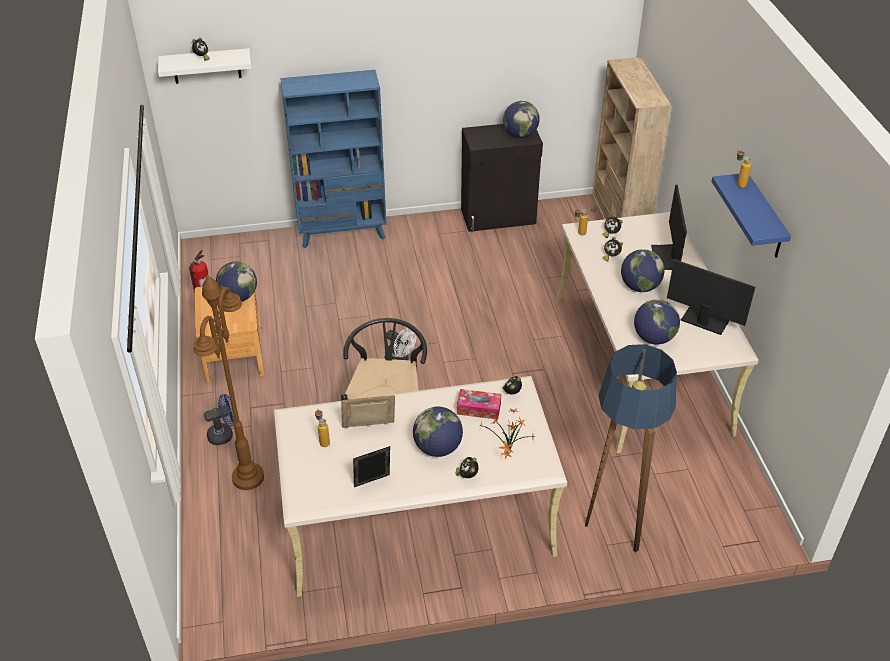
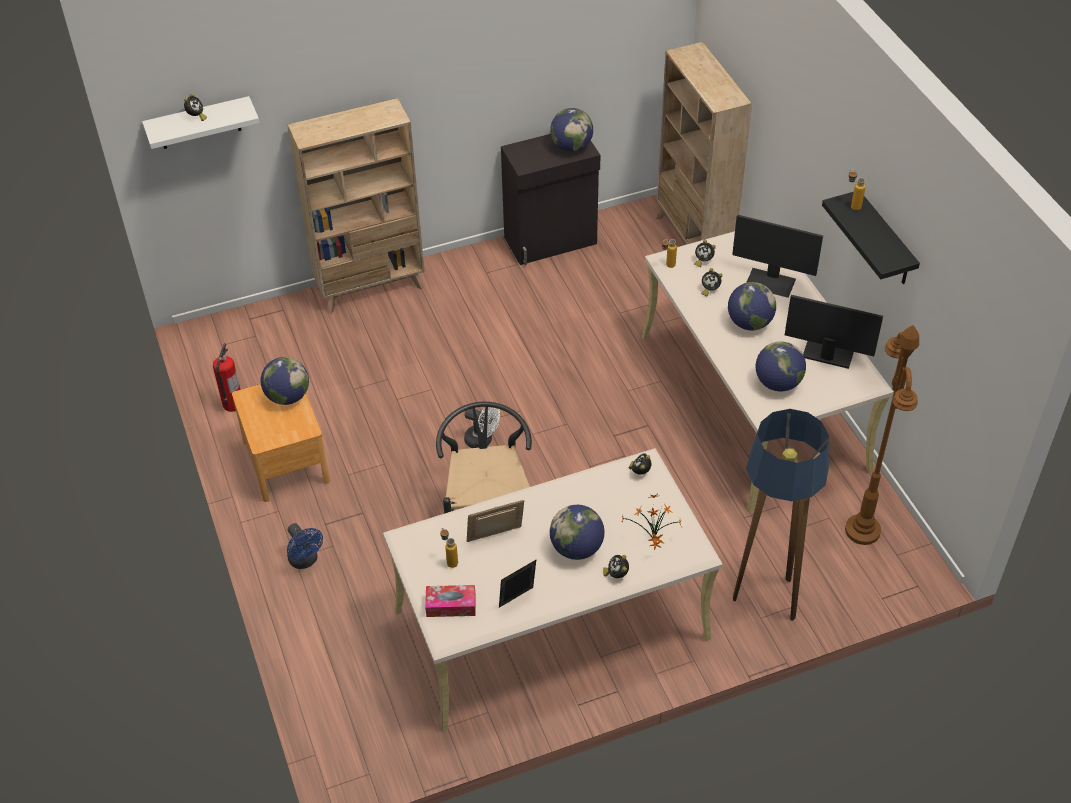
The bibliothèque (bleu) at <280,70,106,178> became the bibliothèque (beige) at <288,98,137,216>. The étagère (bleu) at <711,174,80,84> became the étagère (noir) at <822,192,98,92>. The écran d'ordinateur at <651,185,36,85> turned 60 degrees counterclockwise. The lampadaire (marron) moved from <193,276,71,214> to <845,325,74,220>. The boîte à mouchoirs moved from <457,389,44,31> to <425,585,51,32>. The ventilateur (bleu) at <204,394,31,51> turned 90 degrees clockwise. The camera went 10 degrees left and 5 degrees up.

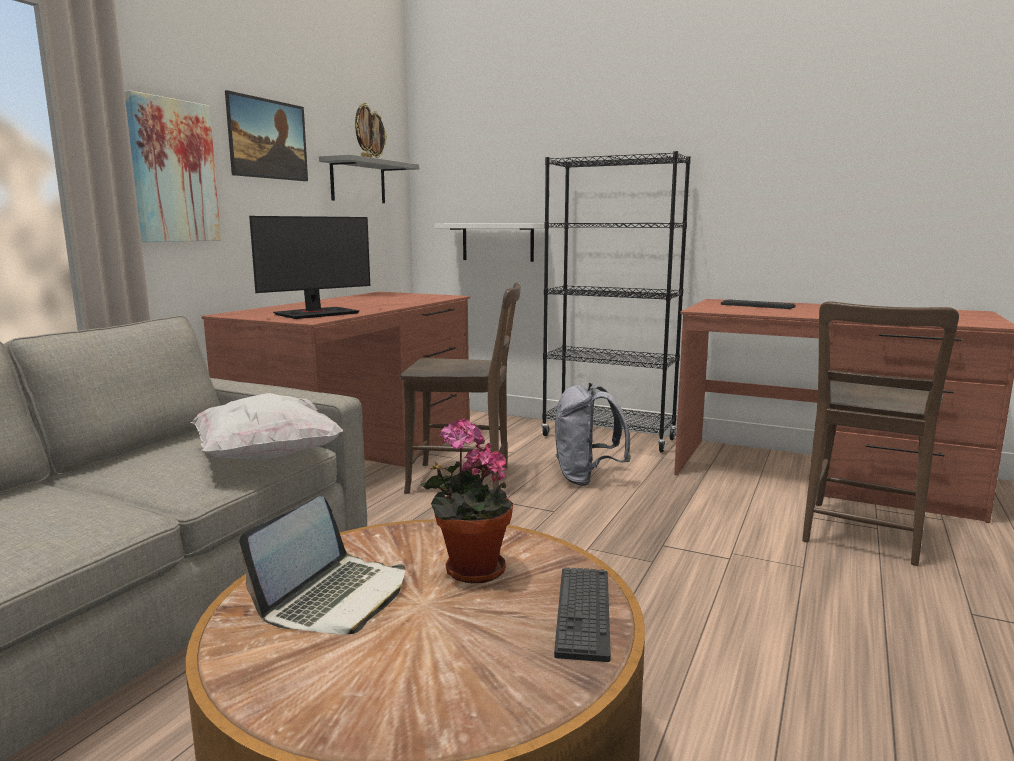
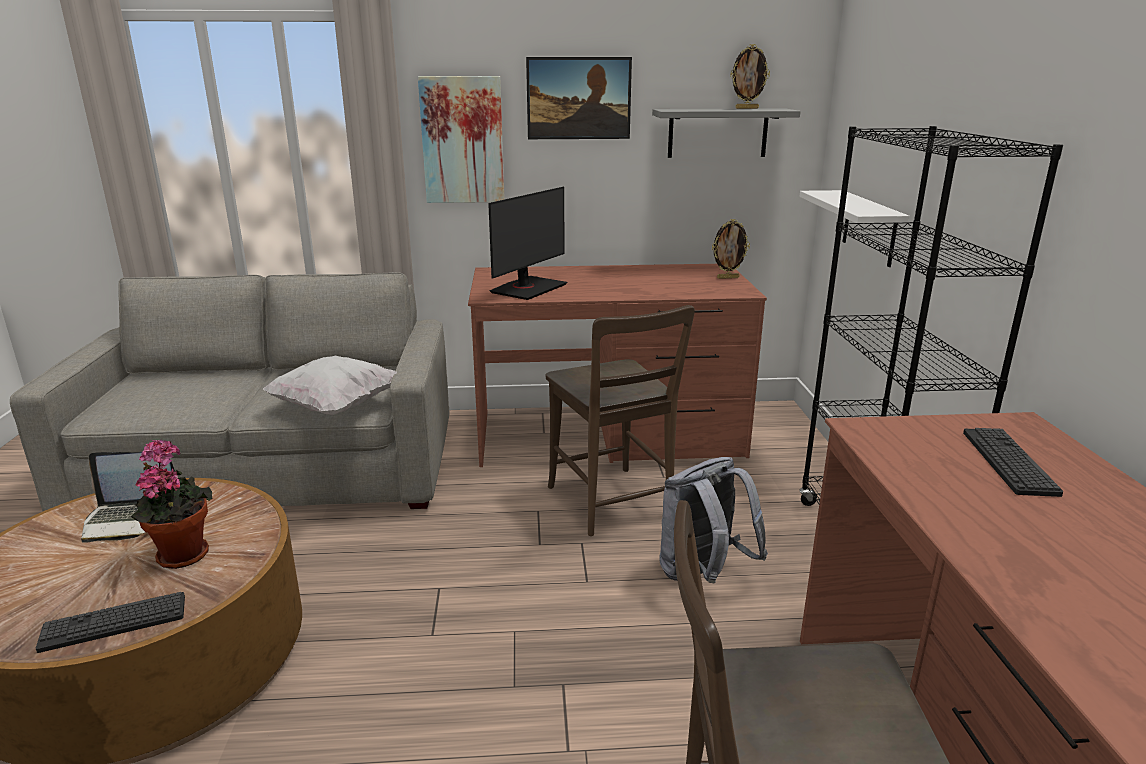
The cadre photo moved from <355,102,21,56> to <712,219,38,60>. The écran d'ordinateur at <249,216,121,103> turned 75 degrees counterclockwise. The camera went 60 degrees right and 10 degrees up.

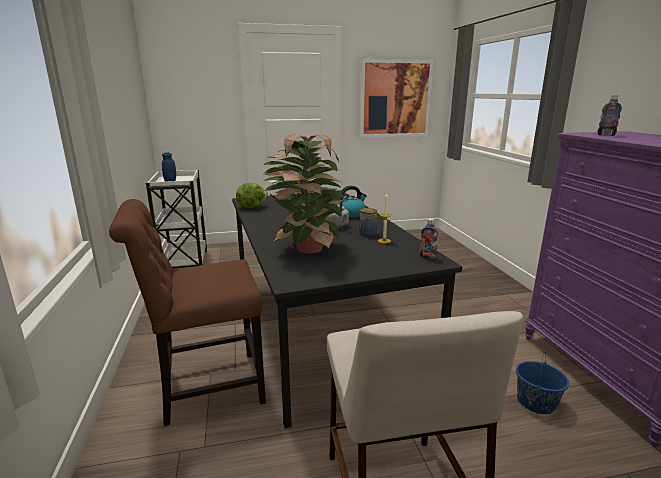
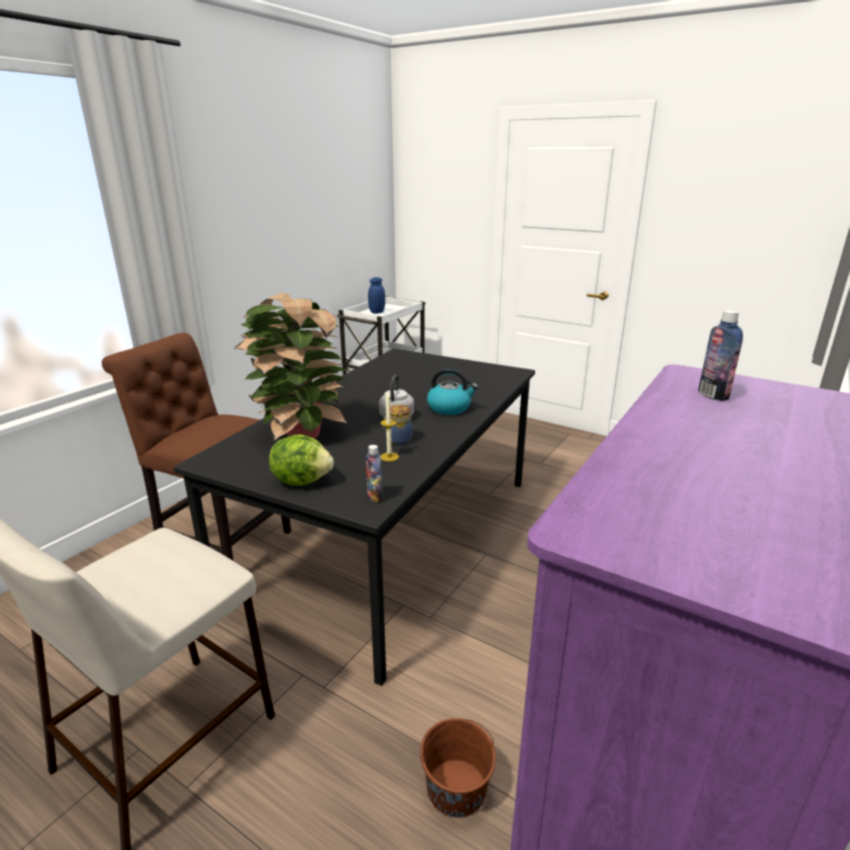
The tableau at <359,59,75,79> disappeared. The laitue moved from <236,183,32,25> to <269,434,65,52>. The seau (bleu) at <516,351,53,63> became the seau (marron) at <420,718,76,100>. The camera went 45 degrees right and 5 degrees up.

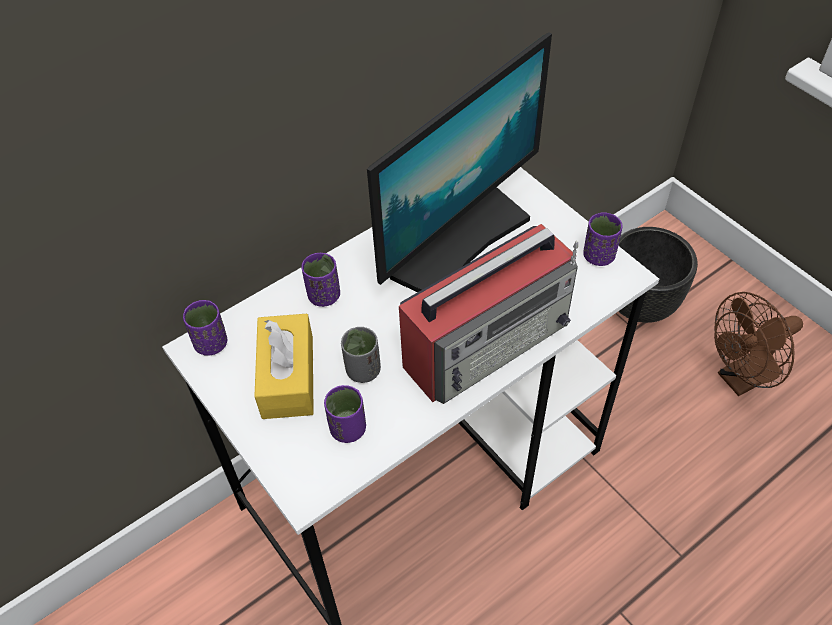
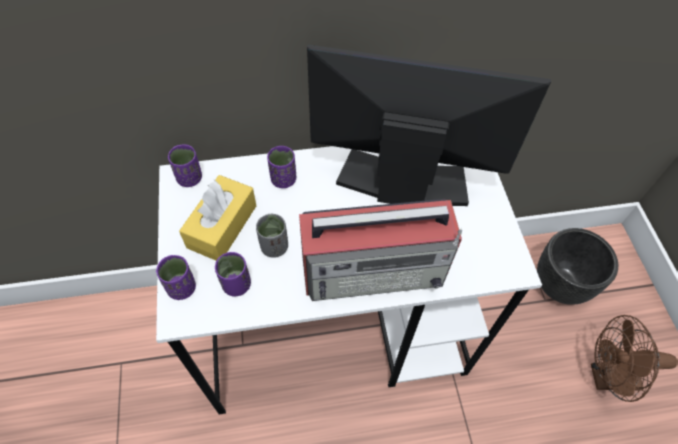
The écran d'ordinateur at <367,32,185,260> turned 150 degrees counterclockwise. The tasse (violet) moved from <583,212,40,54> to <156,255,40,45>. The camera went 25 degrees right and 5 degrees up.

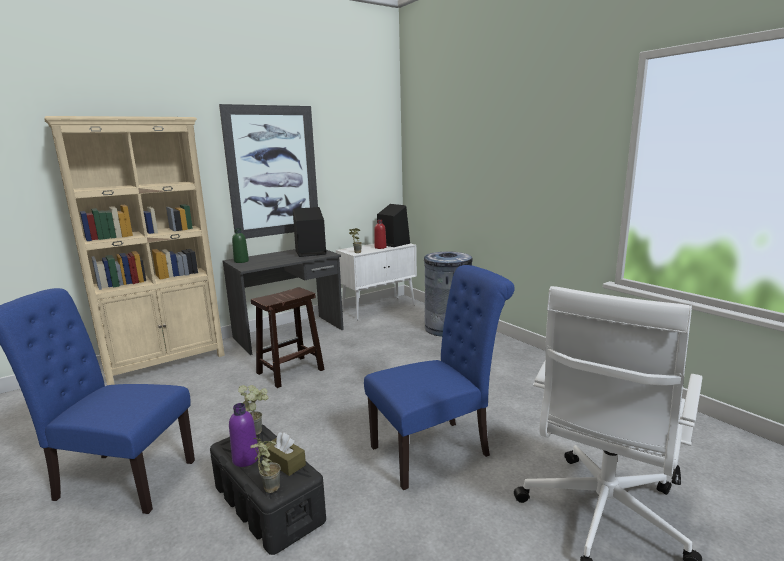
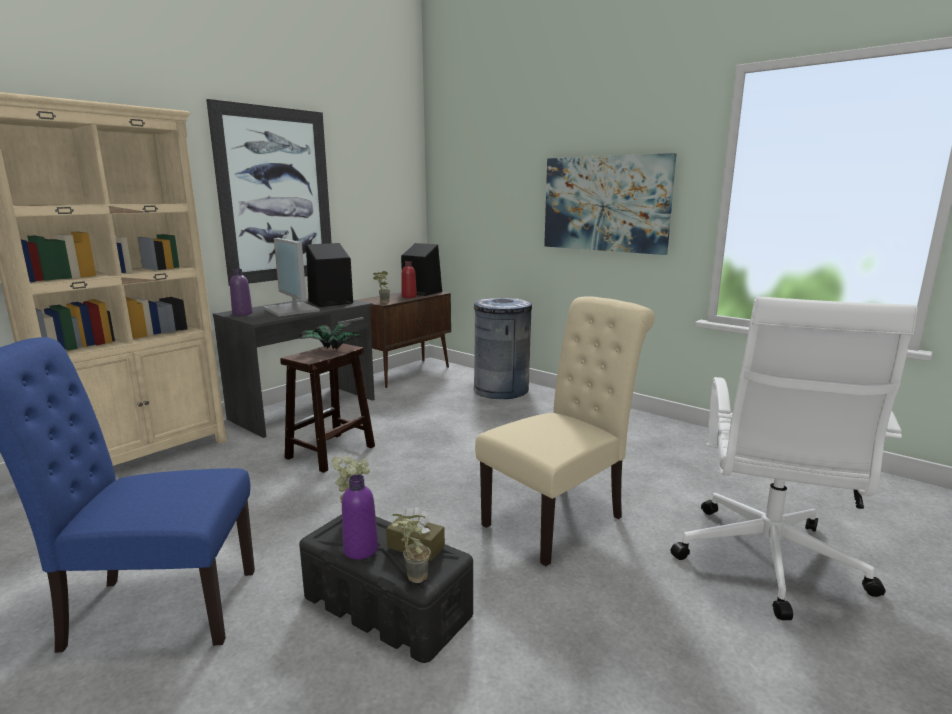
The bouteille (vert) at <232,228,17,35> became the bouteille (violet) at <230,269,23,47>. The meuble de rangement (blanc) at <336,243,81,77> became the meuble de rangement (marron) at <358,292,93,96>. The chaise (bleu) at <364,265,151,225> became the chaise (beige) at <475,297,180,269>. The tableau at <544,153,133,102> appeared. The écran d'ordinateur at <263,238,57,78> appeared. The plante en pot at <300,322,63,28> appeared. The camera went 15 degrees left and 0 degrees up.

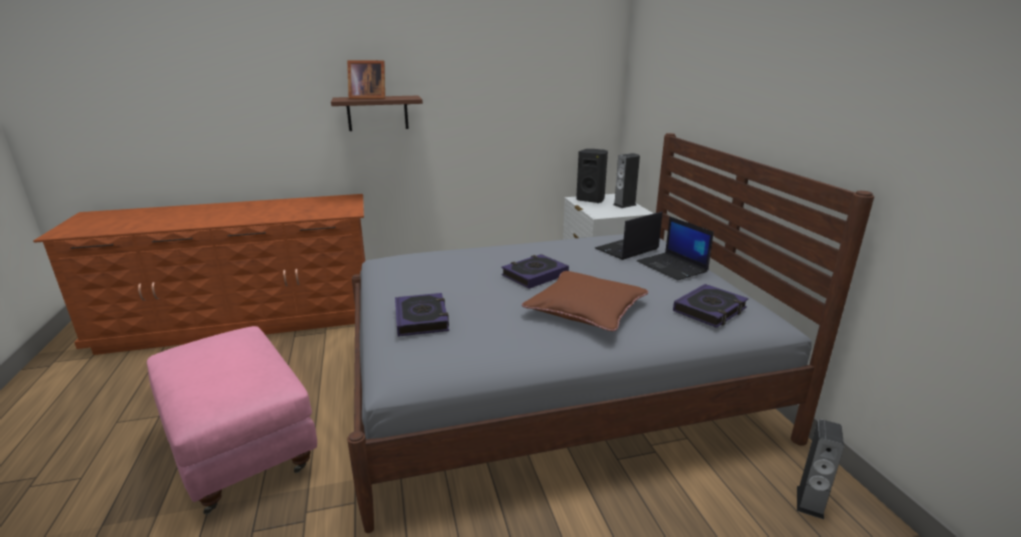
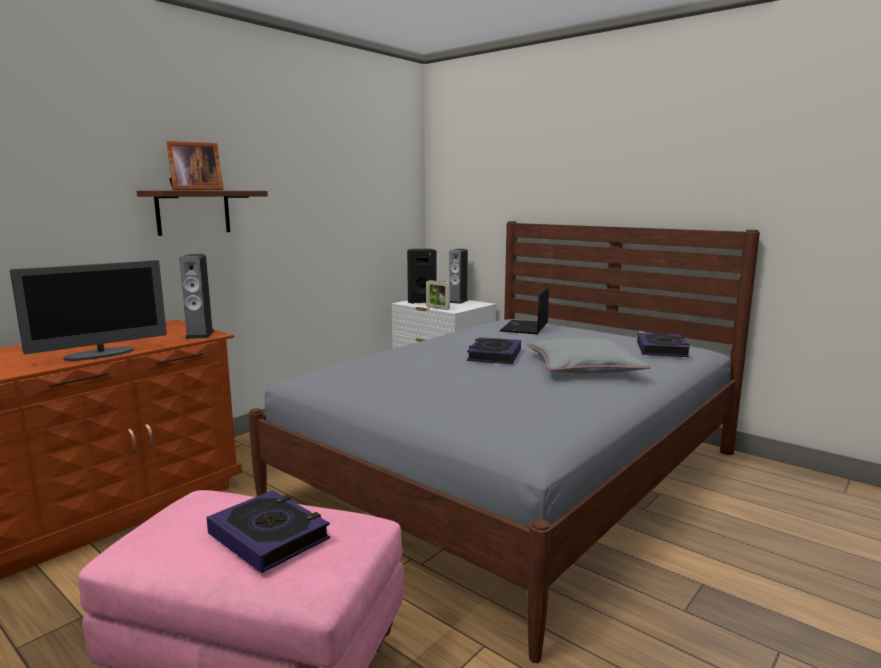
The ordinateur portable at <637,217,77,63> disappeared. The coussin (marron) at <522,271,126,60> became the coussin (gris) at <527,338,124,35>. The livre moved from <395,293,54,43> to <206,490,124,83>. The enceinte moved from <797,419,47,100> to <180,254,34,85>. The écran d'ordinateur at <10,260,157,101> appeared. The cadre photo at <426,280,24,30> appeared. The camera went 35 degrees left and 10 degrees down.

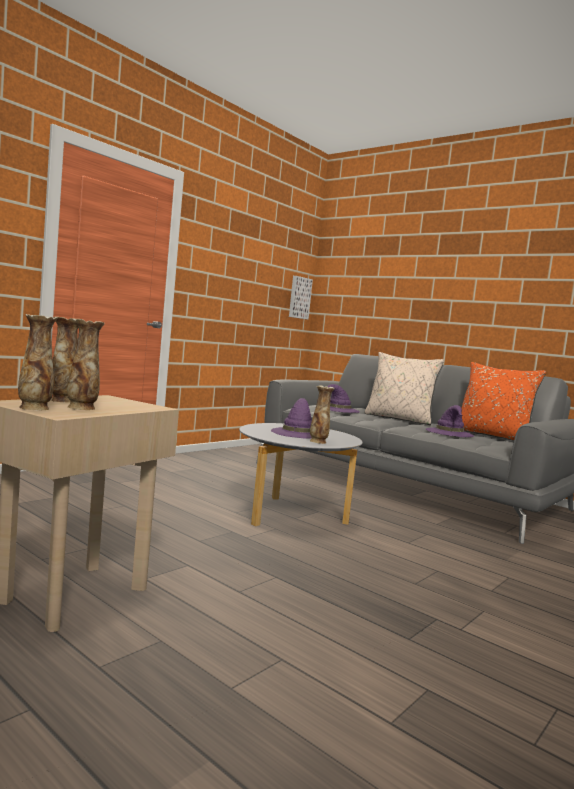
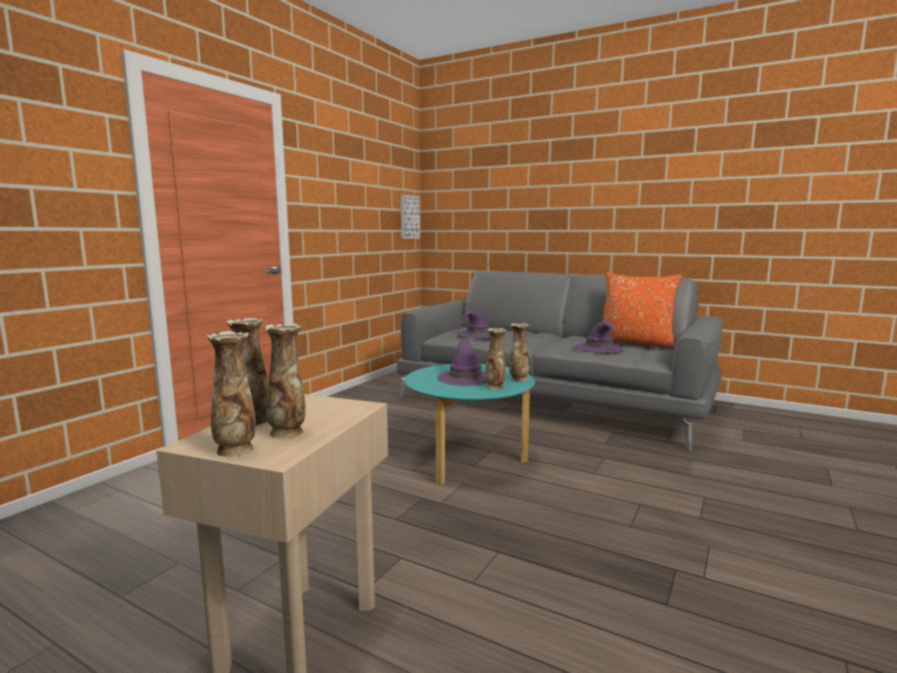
The coussin (beige) at <365,352,79,73> disappeared. The table basse (gris) at <239,423,124,103> became the table basse (turquoise) at <404,364,131,121>. The vase at <509,323,20,59> appeared. The camera went 10 degrees left and 5 degrees up.

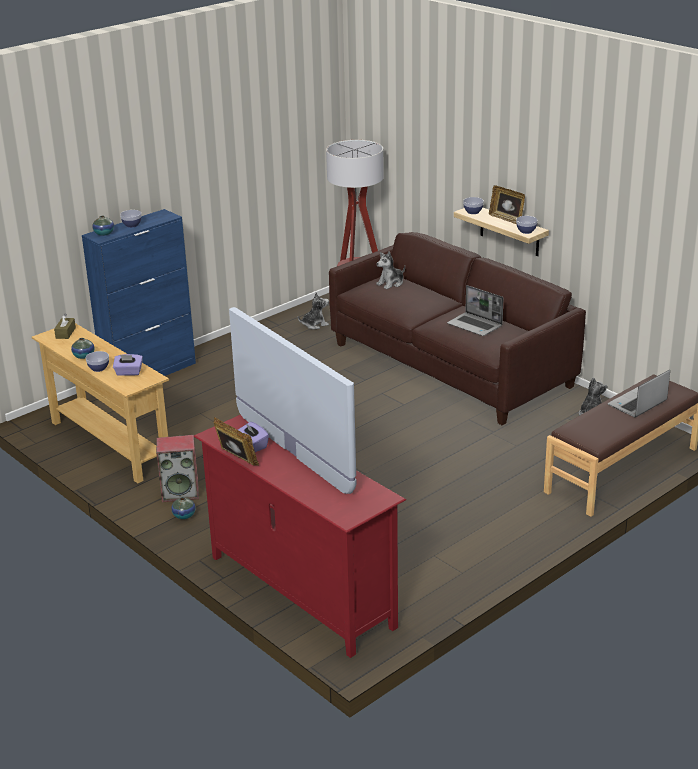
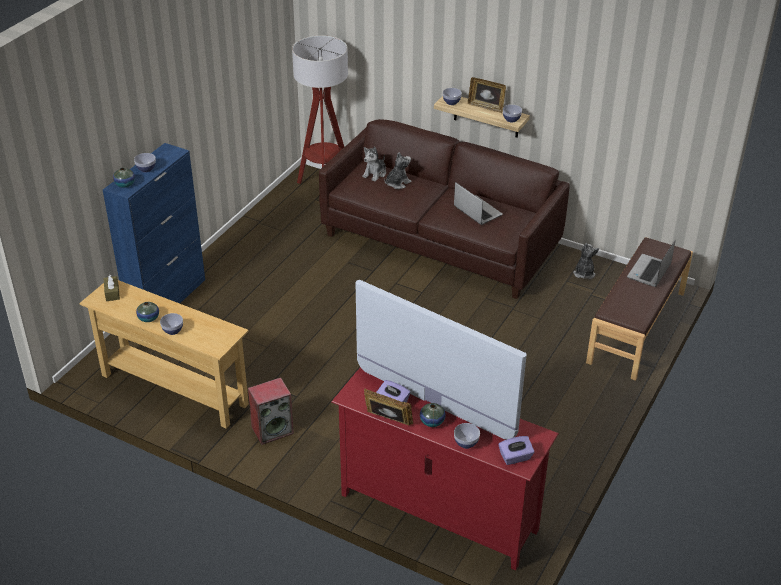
The ordinateur portable at <447,285,56,51> turned 150 degrees counterclockwise. The peluche moved from <298,292,31,37> to <384,152,28,37>. The boîte à mouchoirs (violet) moved from <113,354,30,22> to <499,436,35,29>. The vase moved from <171,497,24,22> to <420,403,26,24>. The bol at <454,423,26,26> appeared. The camera went 20 degrees left and 10 degrees up.

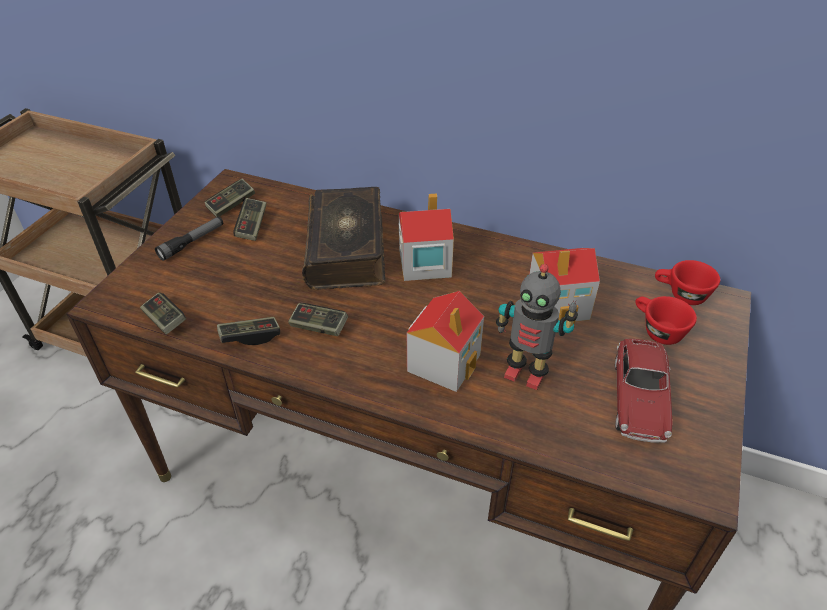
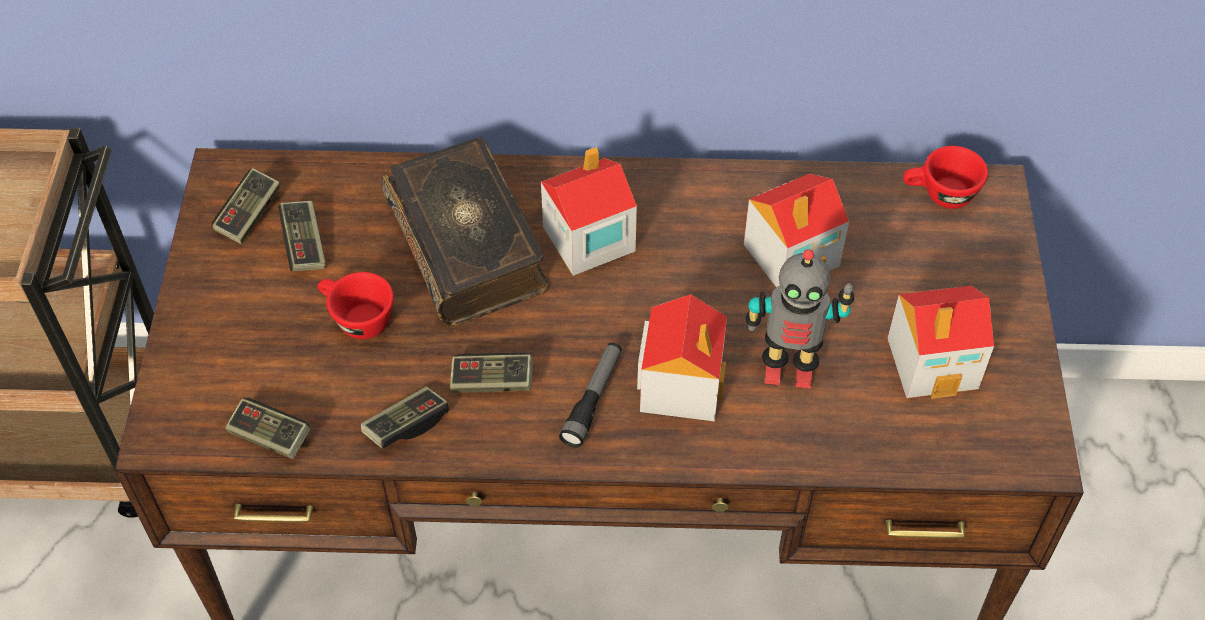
The lampe de poche moved from <155,217,68,44> to <559,342,63,106>. The tasse (rouge) moved from <635,296,62,49> to <317,272,77,67>. The petite voiture at <615,339,57,104> was replaced by the maison miniature at <888,286,106,113>. The camera went 20 degrees left and 10 degrees up.

